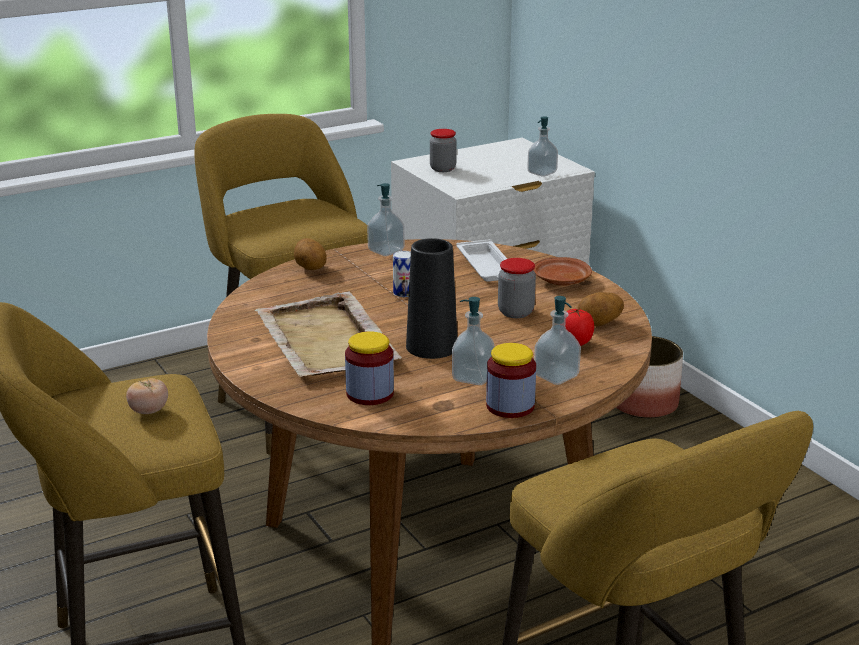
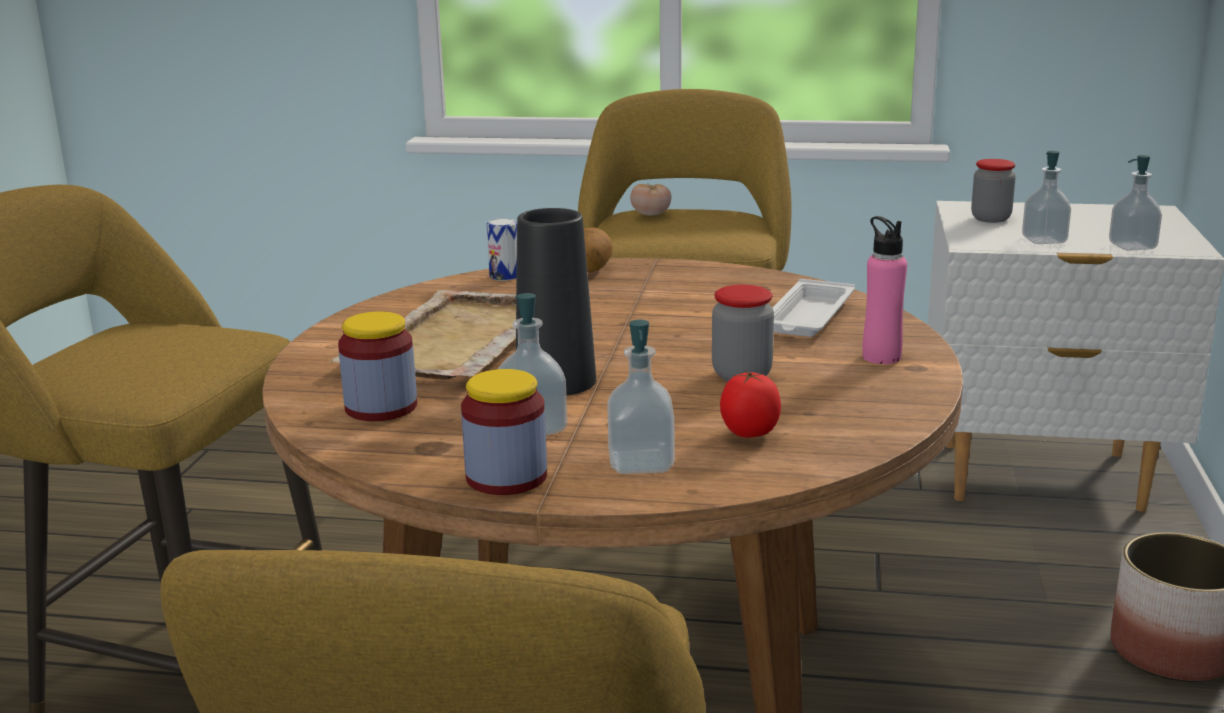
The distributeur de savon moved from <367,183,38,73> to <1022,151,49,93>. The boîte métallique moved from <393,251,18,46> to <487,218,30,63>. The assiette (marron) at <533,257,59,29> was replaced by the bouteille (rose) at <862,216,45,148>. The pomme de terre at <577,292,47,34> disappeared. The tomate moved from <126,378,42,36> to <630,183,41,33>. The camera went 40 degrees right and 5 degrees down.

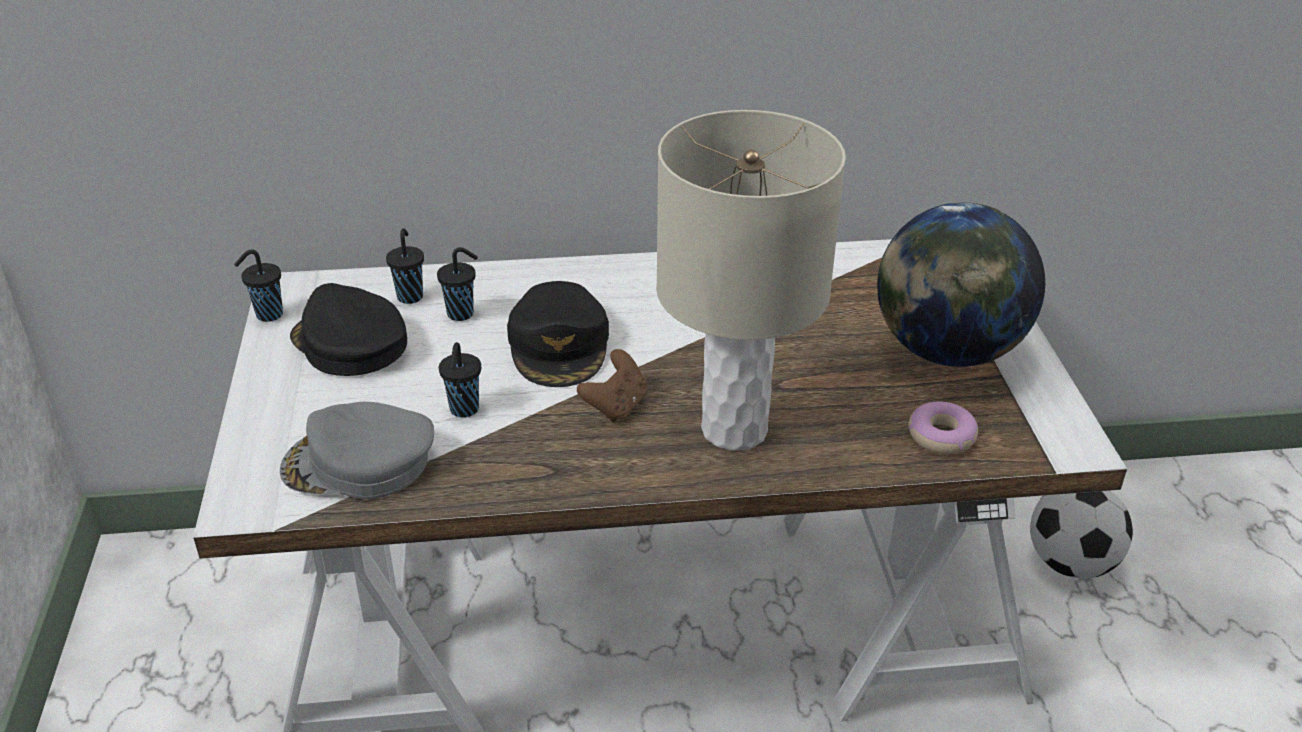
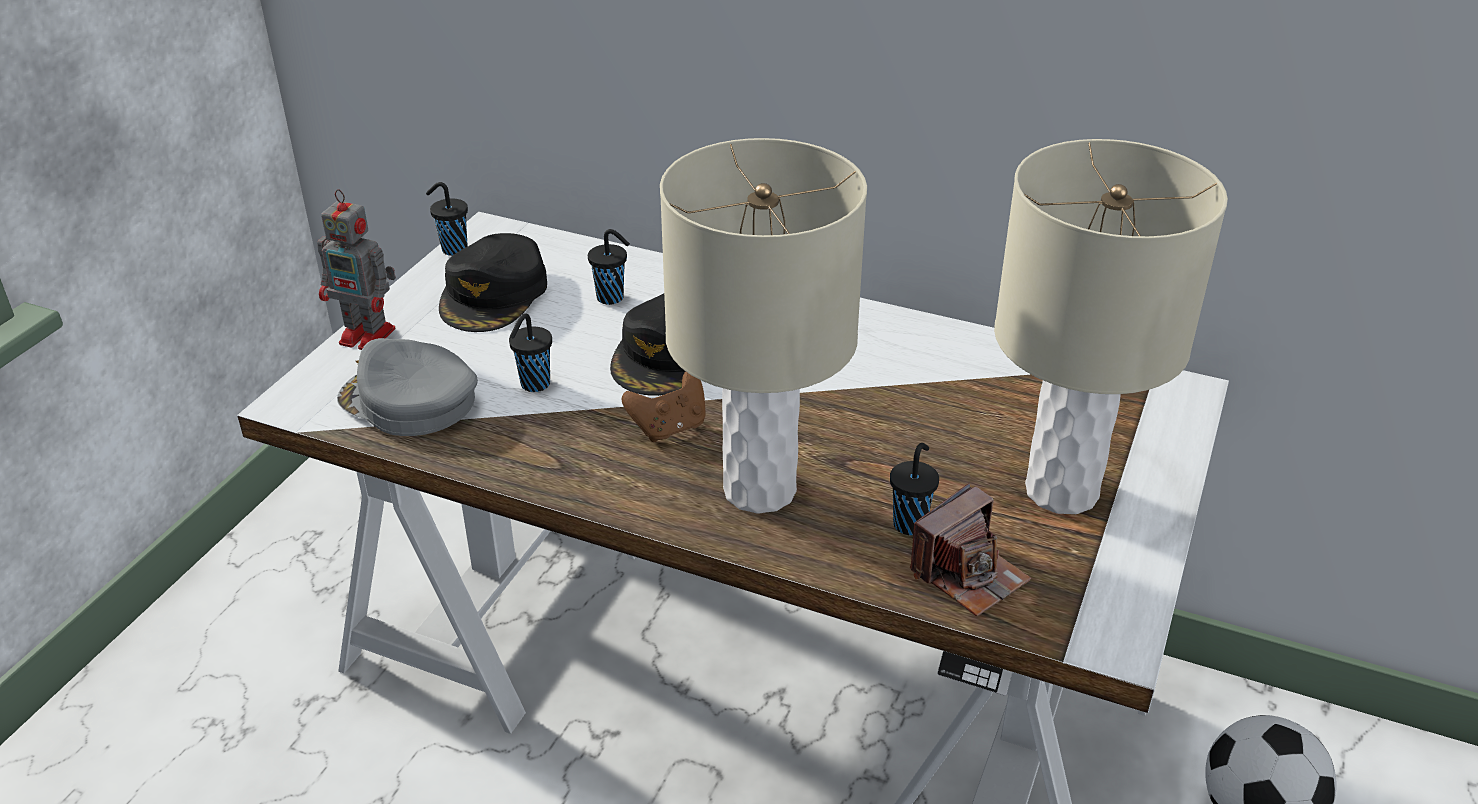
The globe at <877,202,168,165> was replaced by the lampe de table (beige) at <994,139,234,375>. The tasse (noir) moved from <386,228,38,76> to <890,443,49,92>. The casquette (noir) at <290,283,117,93> turned 150 degrees counterclockwise. The beignet at <908,402,70,52> was replaced by the appareil photo at <910,483,121,134>. The robot jouet at <317,189,79,161> appeared. The camera went 30 degrees right and 0 degrees up.

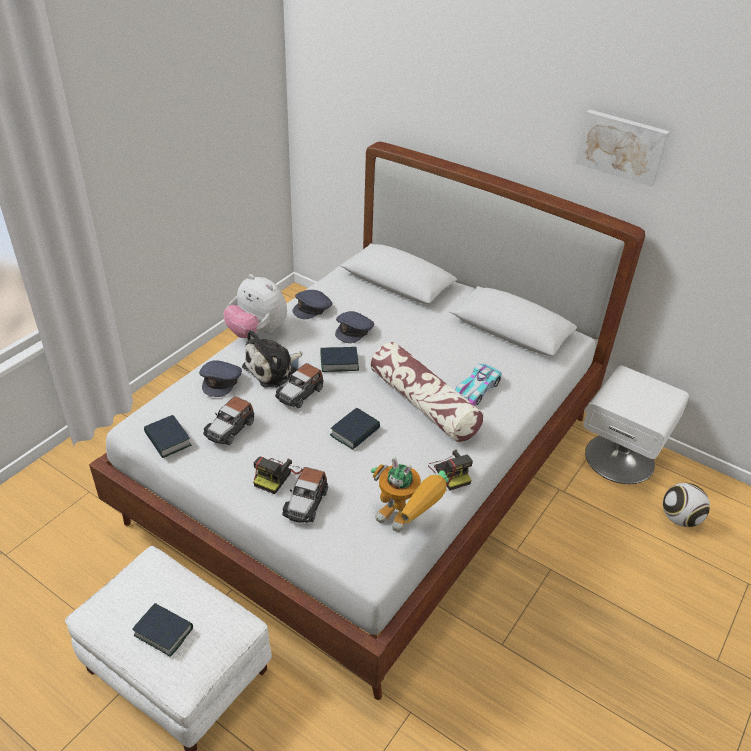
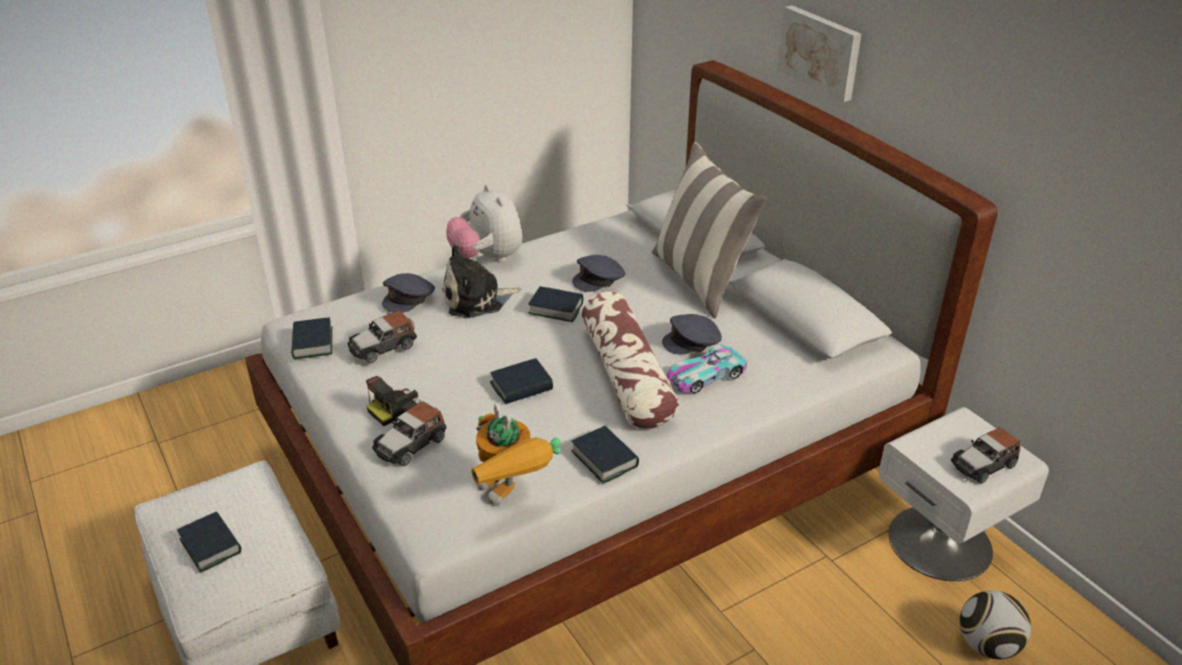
The tableau moved from <576,110,94,77> to <778,5,83,97>. The casquette (gris) moved from <292,290,40,29> to <662,314,60,40>. The petite voiture moved from <275,363,49,45> to <951,427,69,57>. The appareil photo at <428,450,45,41> was replaced by the livre at <572,426,67,58>. The coussin at <652,142,115,176> appeared. The camera went 25 degrees right and 5 degrees down.

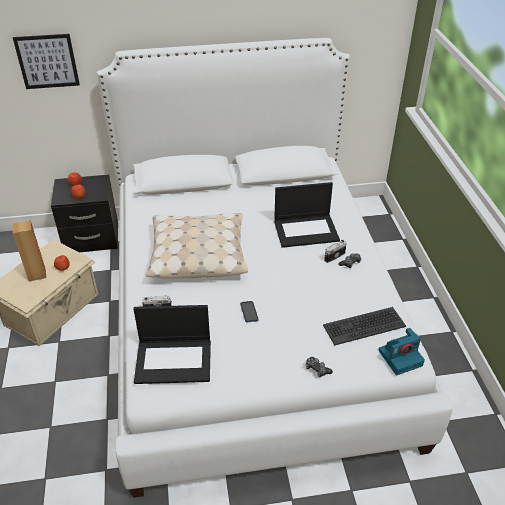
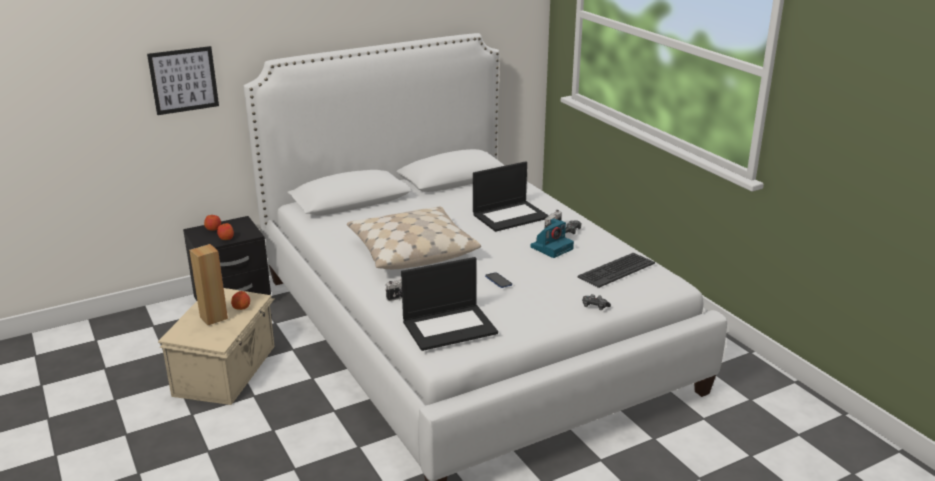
The appareil photo moved from <378,328,47,47> to <531,218,43,40>. The camera went 20 degrees left and 15 degrees down.

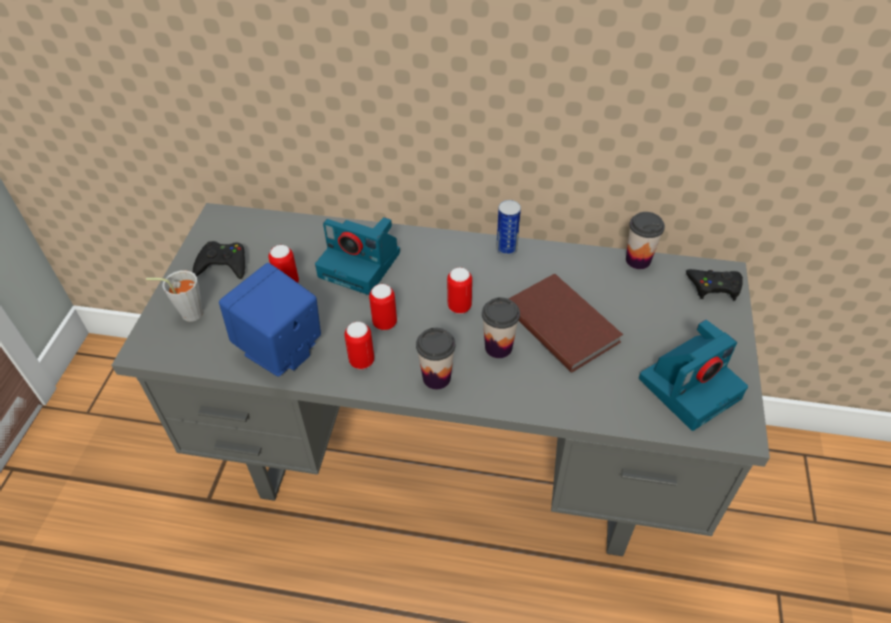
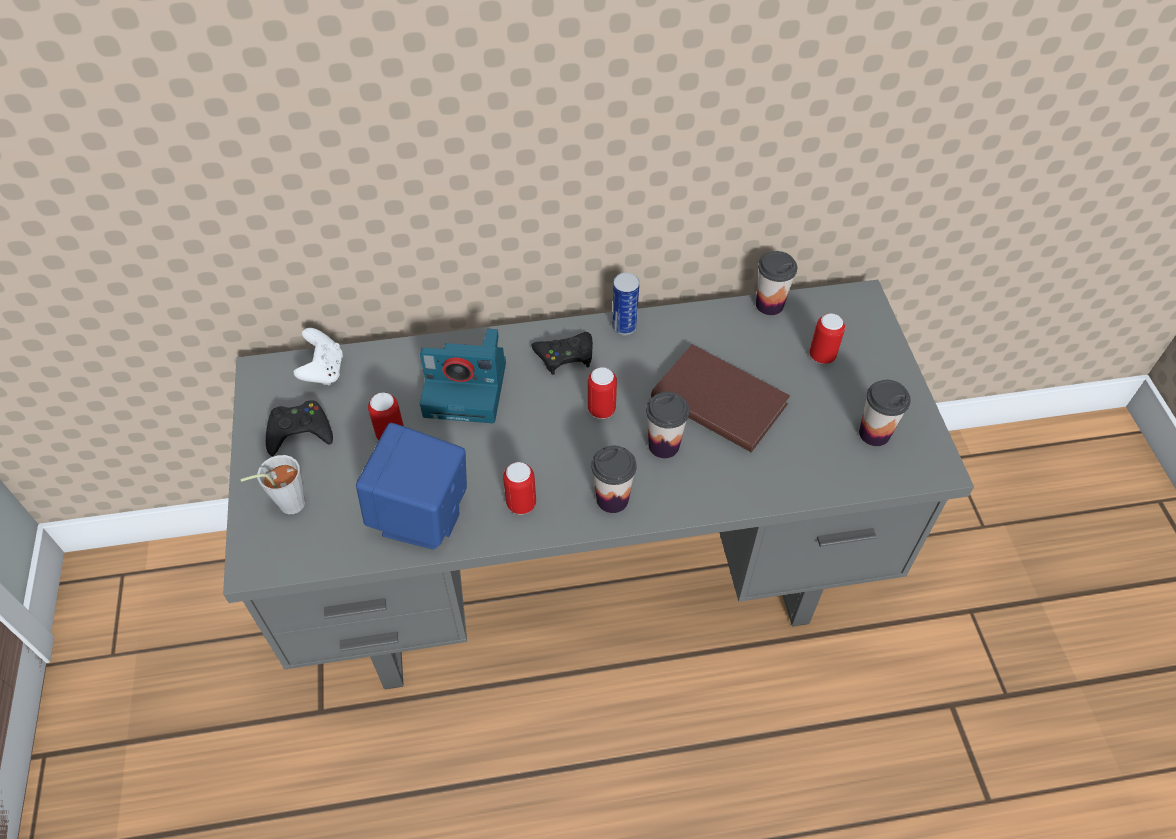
The manette (noir) moved from <686,269,57,32> to <532,332,61,43>. The boîte métallique moved from <369,284,28,46> to <809,313,36,51>. The appareil photo at <639,320,109,111> was replaced by the tasse at <859,380,52,66>. The manette (blanc) at <293,328,50,57> appeared. The camera went 20 degrees left and 5 degrees up.

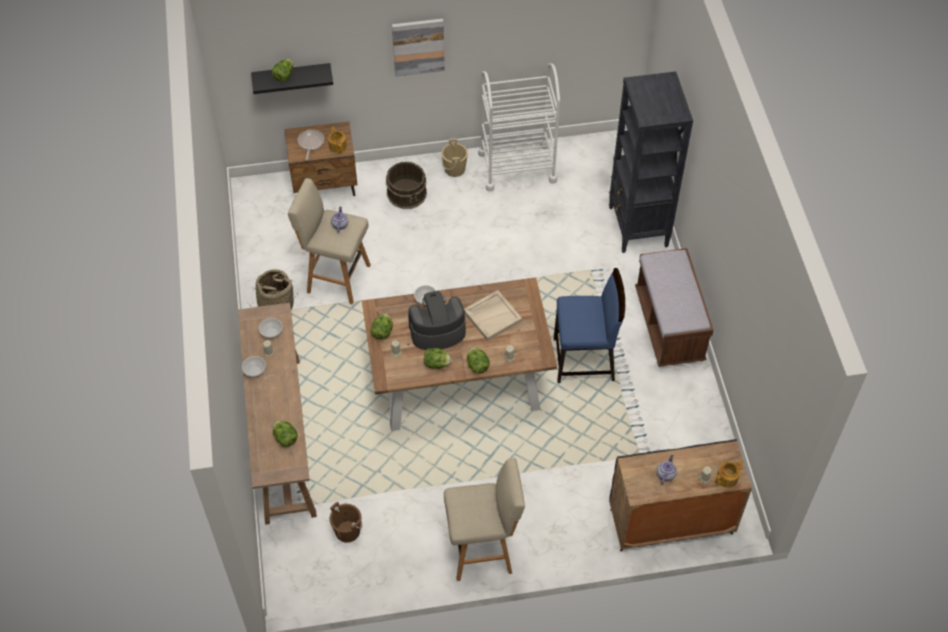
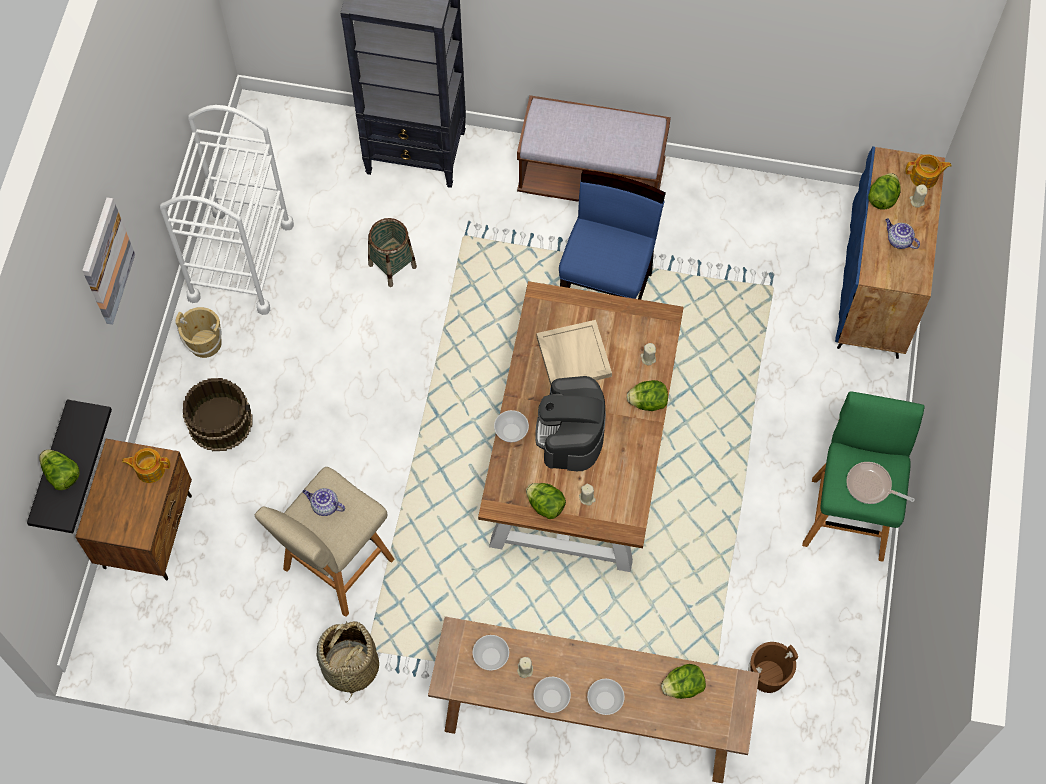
The poêle moved from <298,129,26,31> to <846,462,69,42>. The laitue moved from <424,348,28,21> to <868,173,33,37>. The meuble de rangement (noir) at <609,439,143,112> became the meuble de rangement (bleu) at <835,146,110,213>. The tabouret (beige) at <444,458,81,123> became the tabouret (vert) at <802,391,123,171>. The théière at <715,460,29,28> turned 105 degrees clockwise. The panier at <368,218,49,69> appeared. The bol at <587,679,38,36> appeared. The camera went 70 degrees left and 10 degrees up.

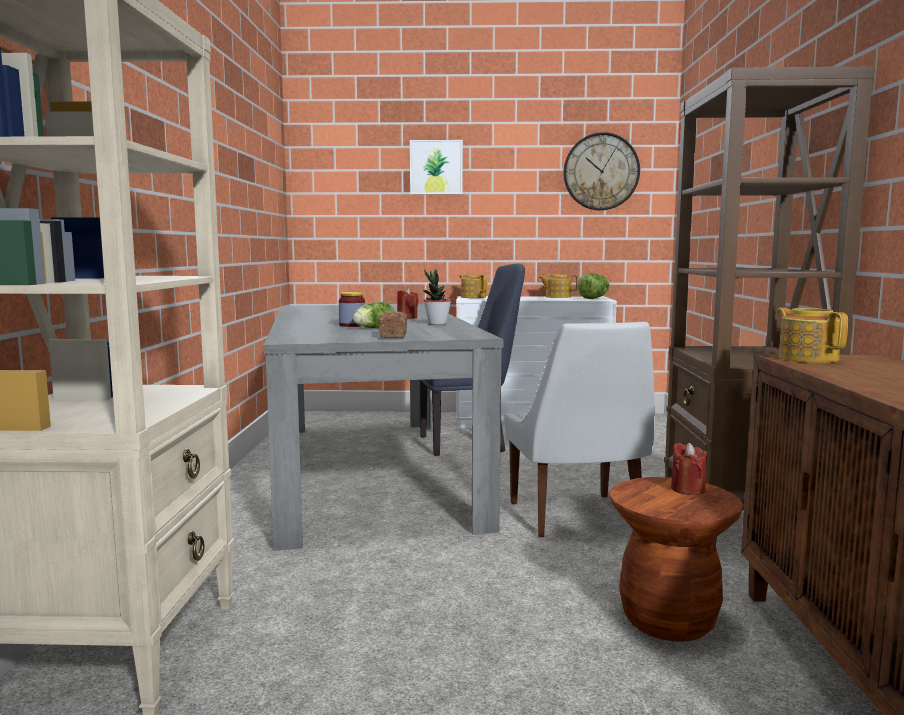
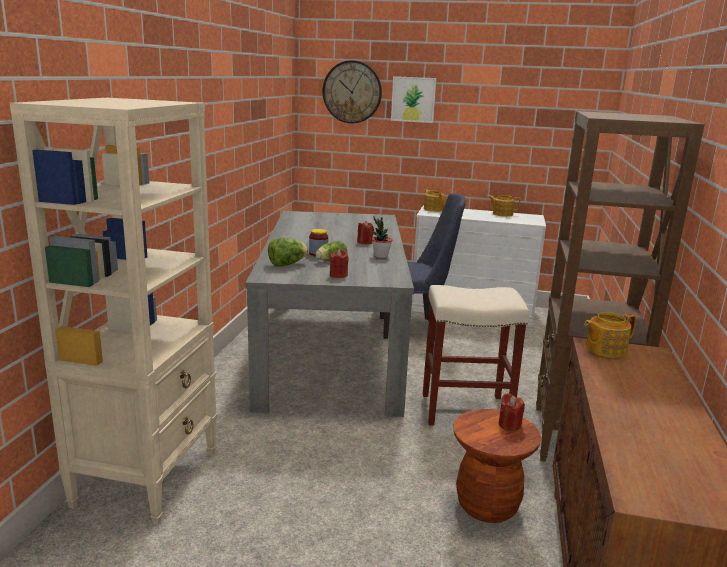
The horloge murale moved from <563,132,77,78> to <323,60,59,63>. The laitue moved from <578,273,32,26> to <268,238,40,29>. The théière at <777,308,71,55> turned 105 degrees counterclockwise. The pain at <379,311,28,27> was replaced by the bougie (rouge) at <330,250,19,28>. The chaise (blanc) at <504,322,151,216> was replaced by the tabouret (beige) at <423,285,106,140>. The camera went 10 degrees right and 10 degrees up.

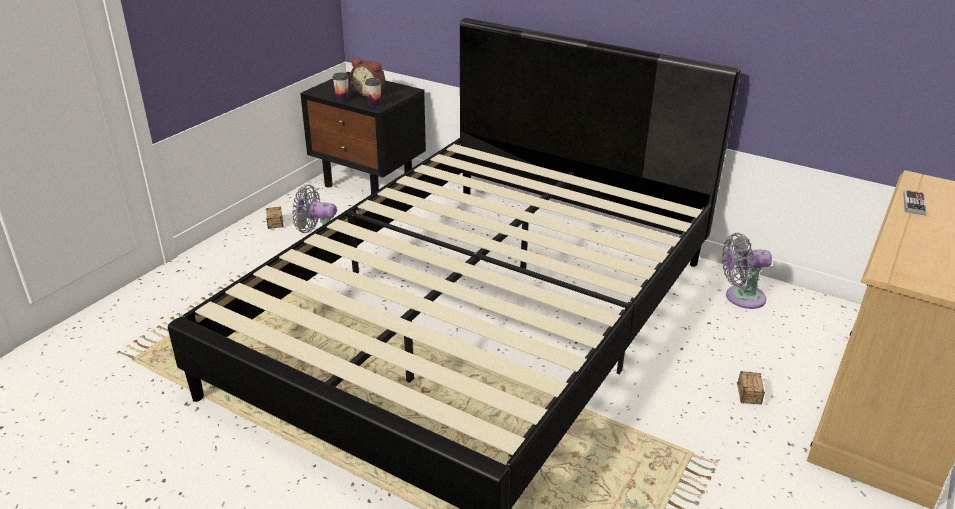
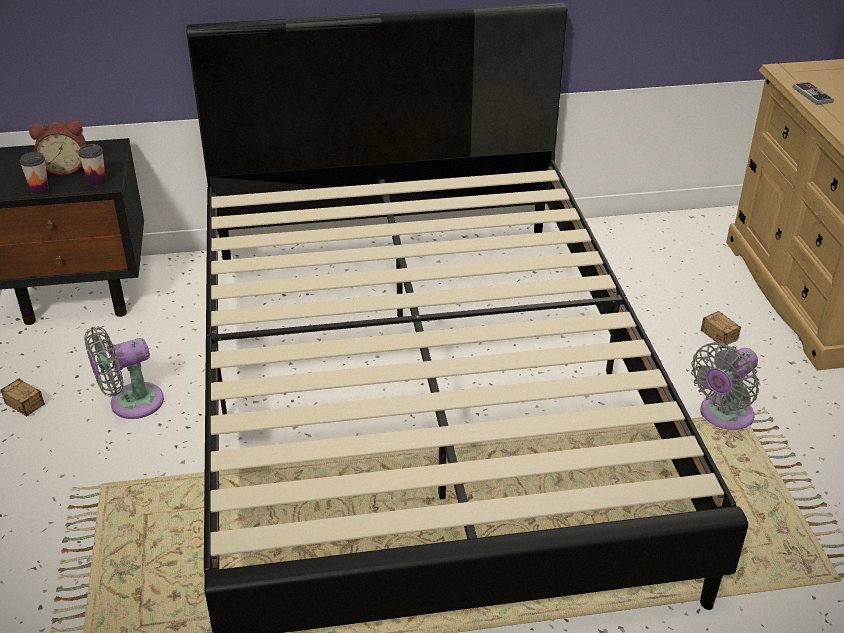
The ventilateur (gris) moved from <722,233,50,76> to <691,342,69,88>. The camera went 40 degrees left and 5 degrees up.

